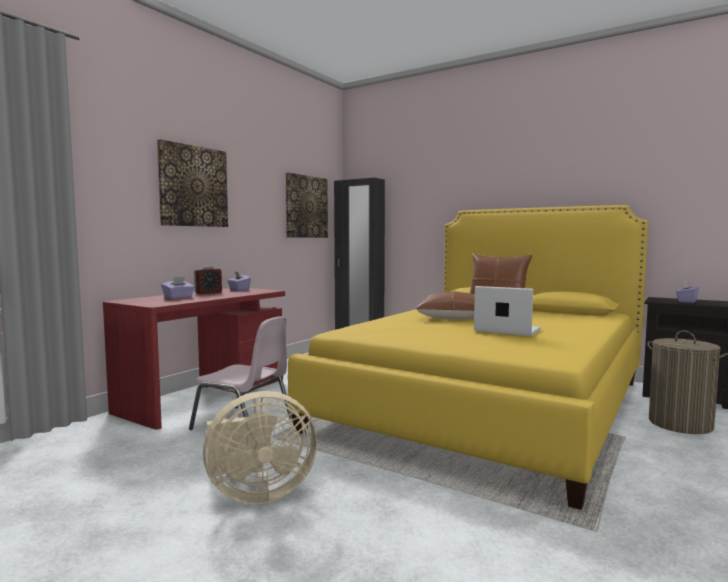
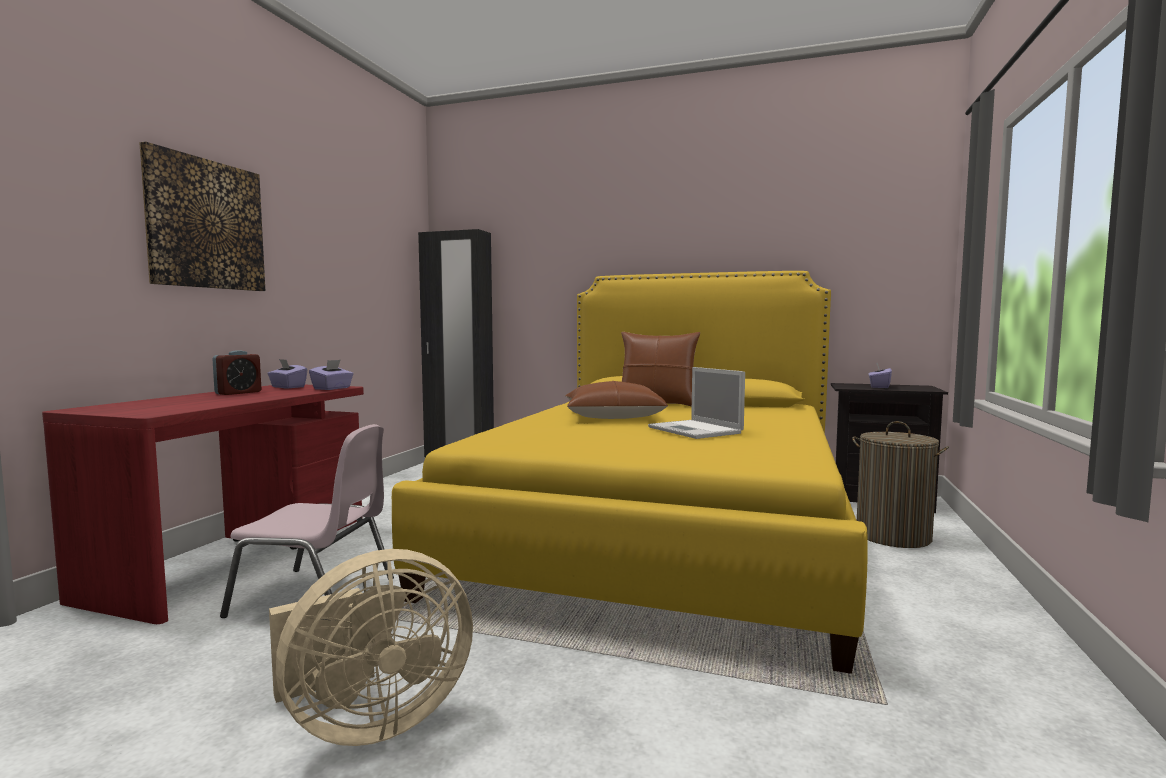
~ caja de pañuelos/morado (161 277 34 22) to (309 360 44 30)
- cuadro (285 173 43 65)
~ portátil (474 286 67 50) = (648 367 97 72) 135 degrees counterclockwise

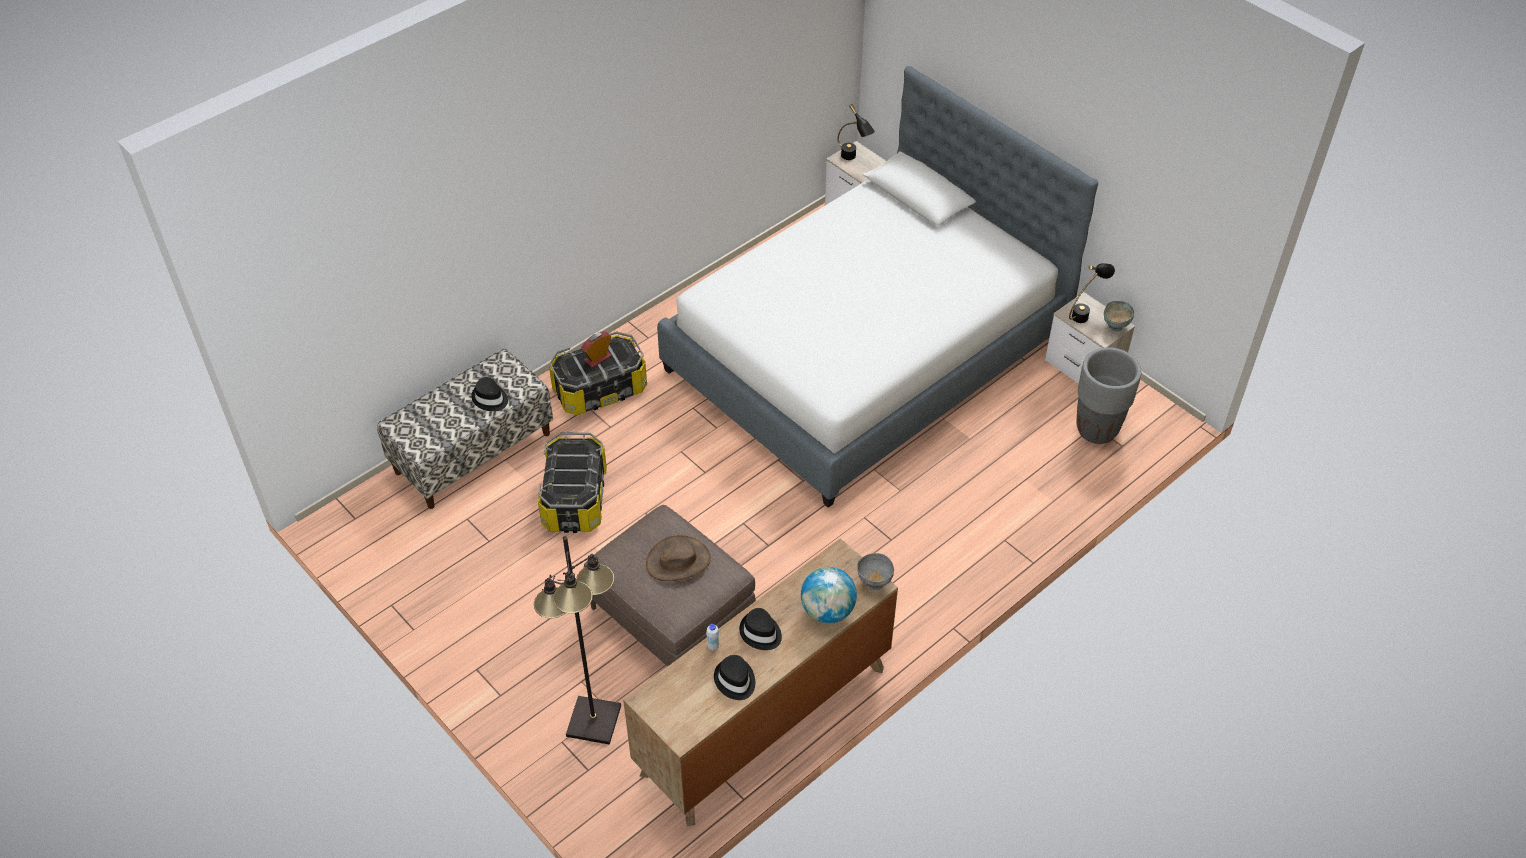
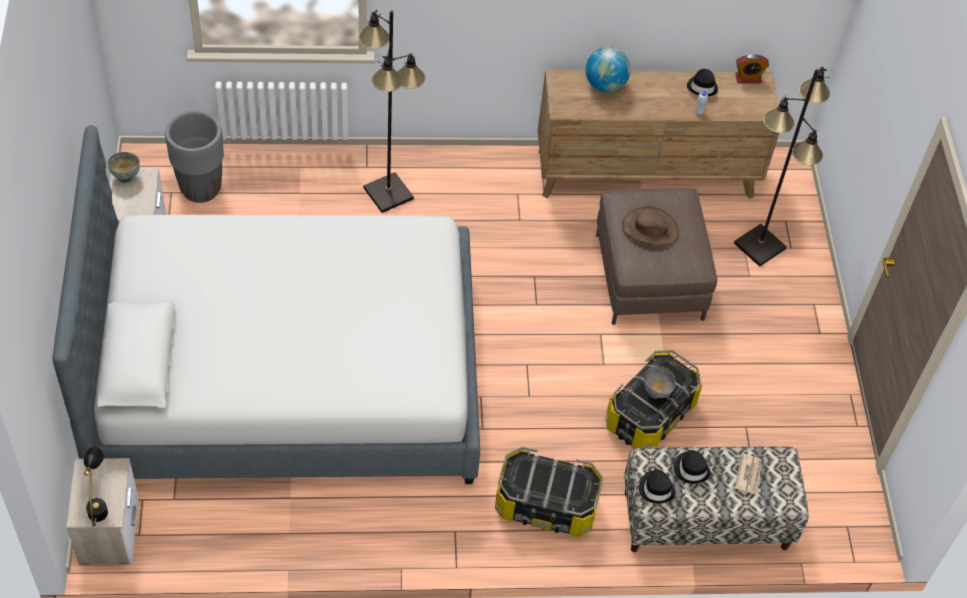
~ despertador (581 332 31 36) to (735 54 34 29)
~ sombrero/negro (739 608 43 42) to (639 469 36 35)
~ cuenco/gris (857 553 37 37) to (644 366 32 33)
- lámpara de mesa/negro (1069 263 46 60)
+ lámpara de pie/negro (358 10 67 203)
+ periódico (734 454 28 40)

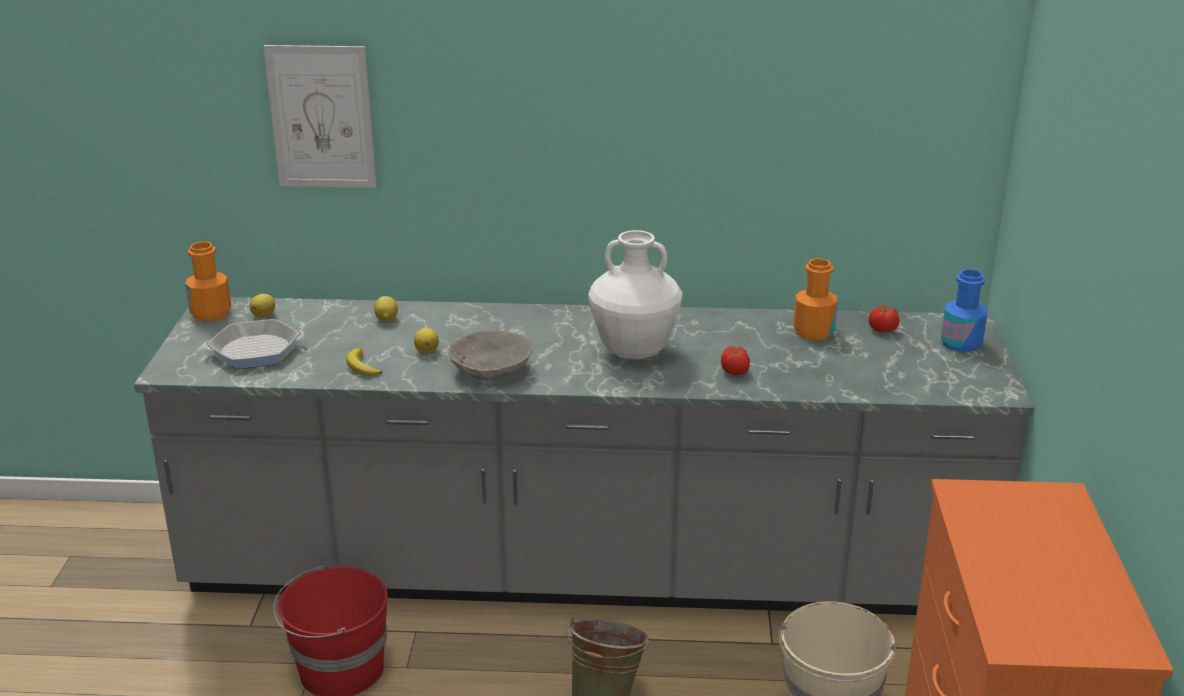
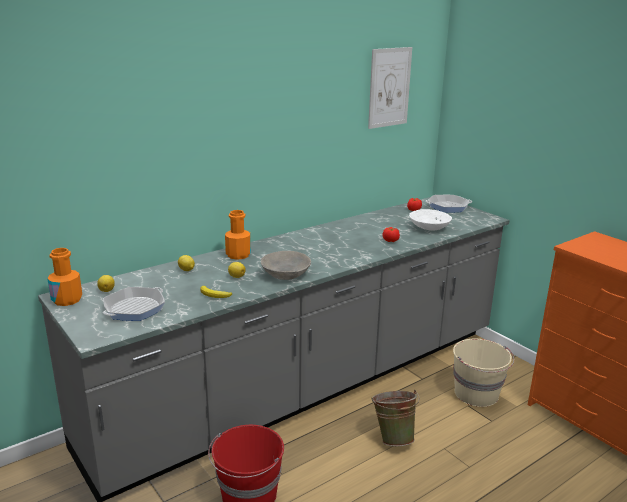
~ cuadro (263 45 114 143) to (368 47 44 82)
- florero/blanco (588 230 95 130)
~ botella/naranja (793 258 45 82) to (225 210 26 50)
~ botella/azul (941 269 47 83) to sartén (426 195 46 17)
+ cuenco/blanco (409 209 43 22)

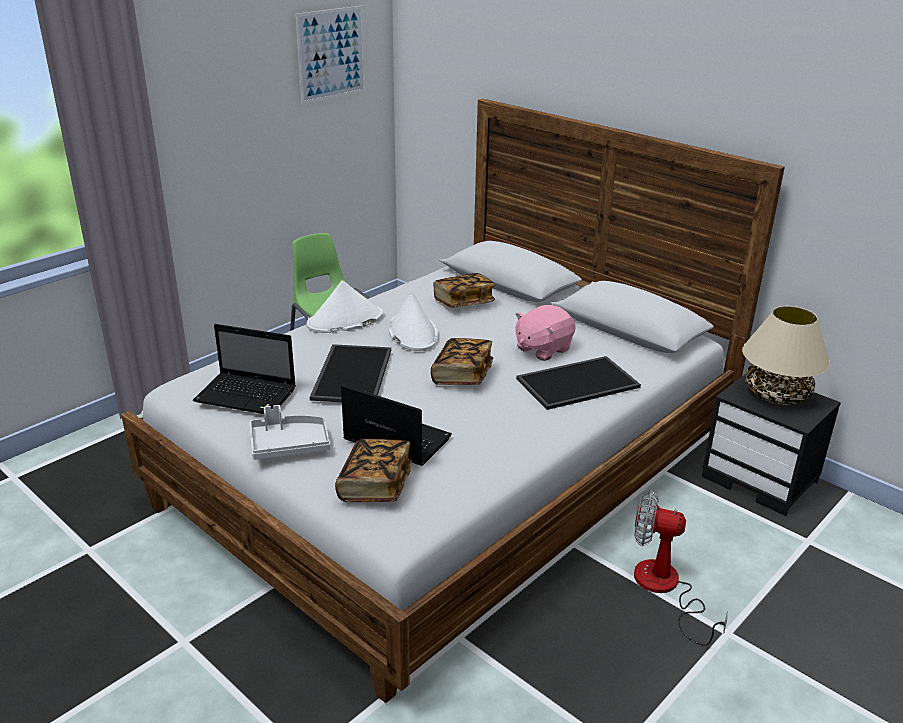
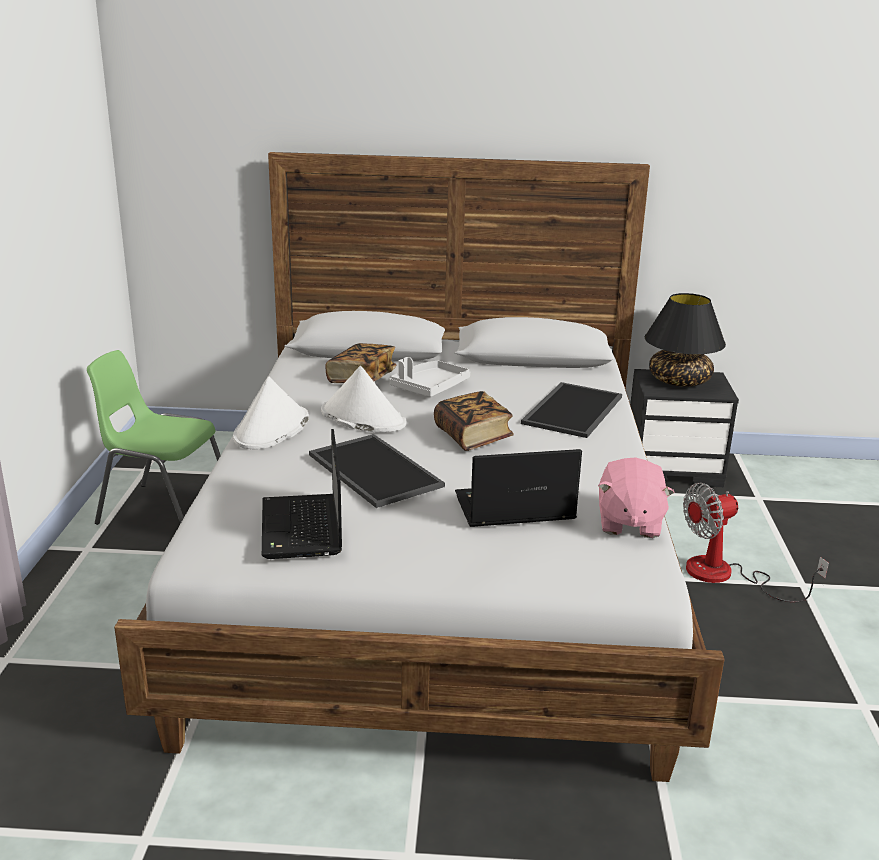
~ portátil (193 324 103 90) = (262 429 80 130) 105 degrees clockwise
~ bandeja/gris (249 405 81 55) to (390 357 80 40)
- cuadro (296 6 70 98)
- libro (335 439 77 63)
~ peluche/rosa (515 305 61 56) to (598 457 77 81)
~ lámpara de mesa/beis (742 306 88 99) to lámpara de mesa/negro (645 293 81 94)

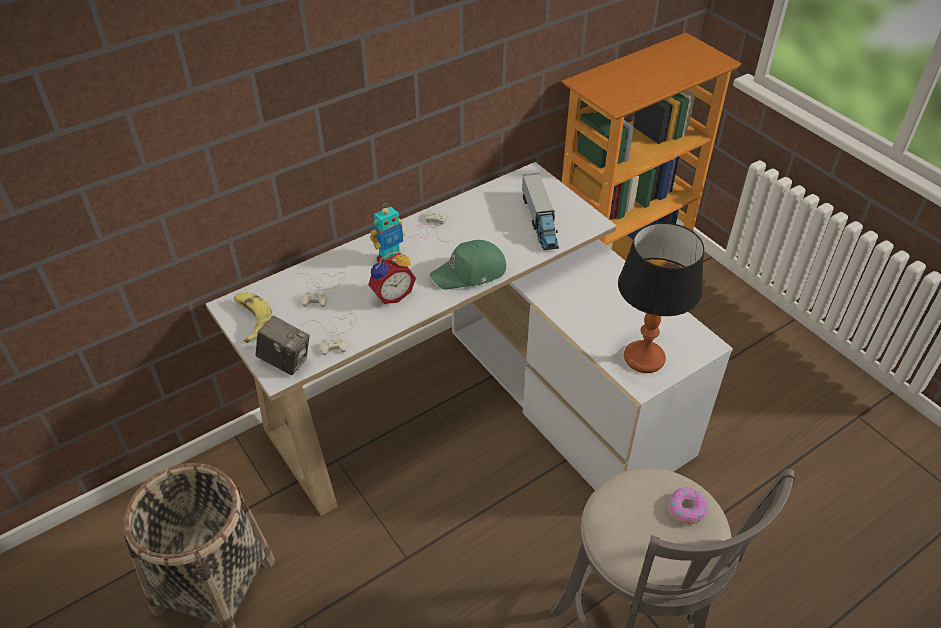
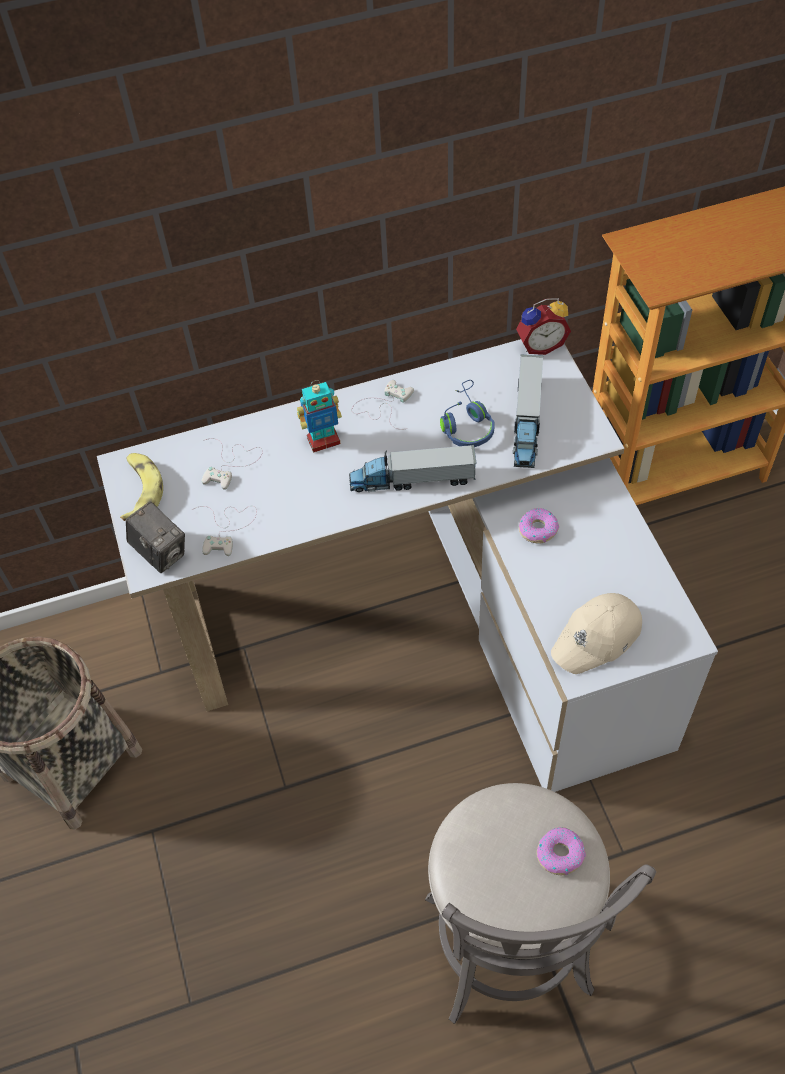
~ despertador (368 251 48 53) to (516 298 55 57)
~ gorra/verde (430 240 76 50) to camión de juguete (349 445 128 47)
~ lámpara de mesa (618 223 86 150) to gorra/beis (551 593 91 81)
+ auriculares/azul (440 380 54 67)
+ rosquilla (519 508 40 36)

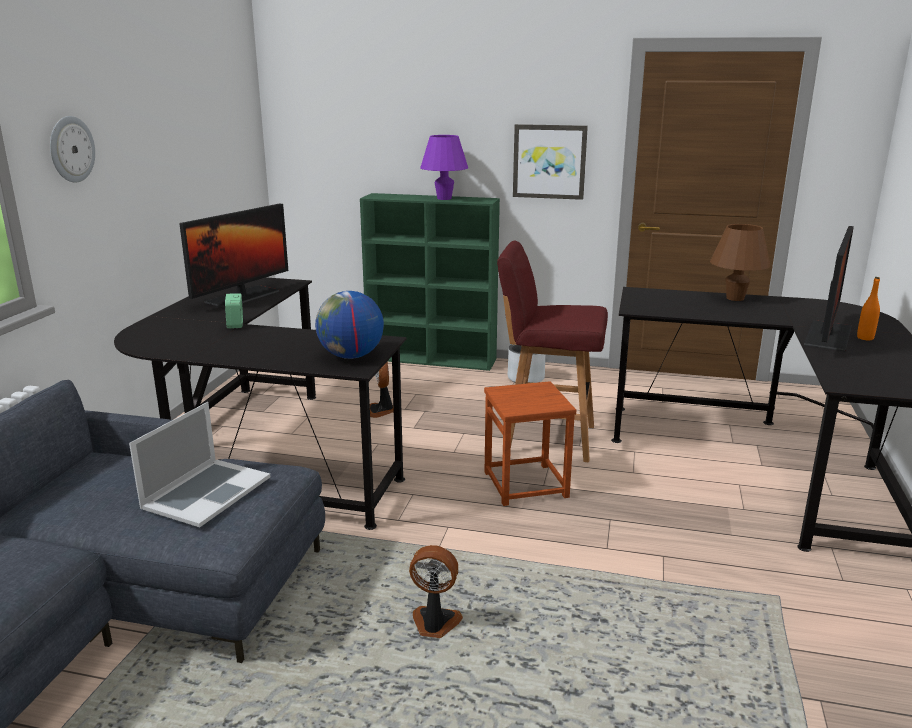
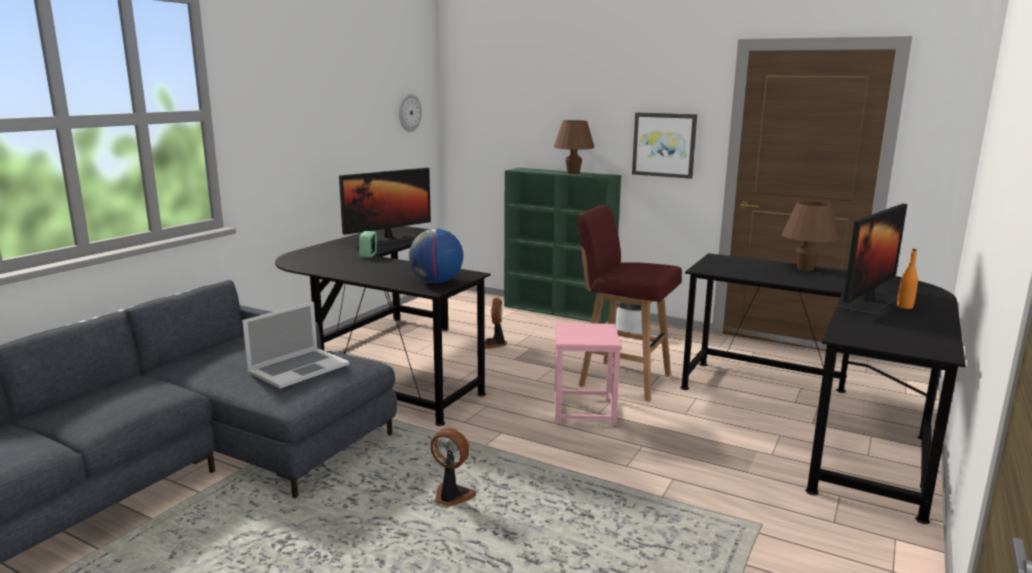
~ reloj de pared (50 116 45 67) to (399 94 23 38)
~ lámpara de mesa/morado (420 135 48 65) to lámpara de mesa/marrón (554 120 41 54)
~ taburete/marrón (484 381 92 125) to taburete/rosa (554 323 68 102)

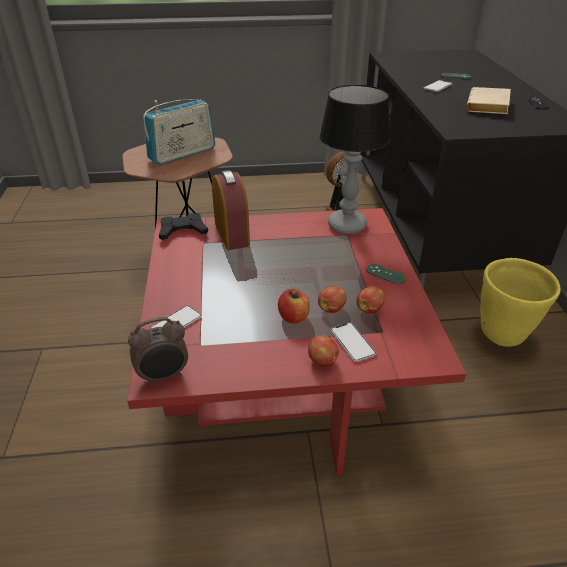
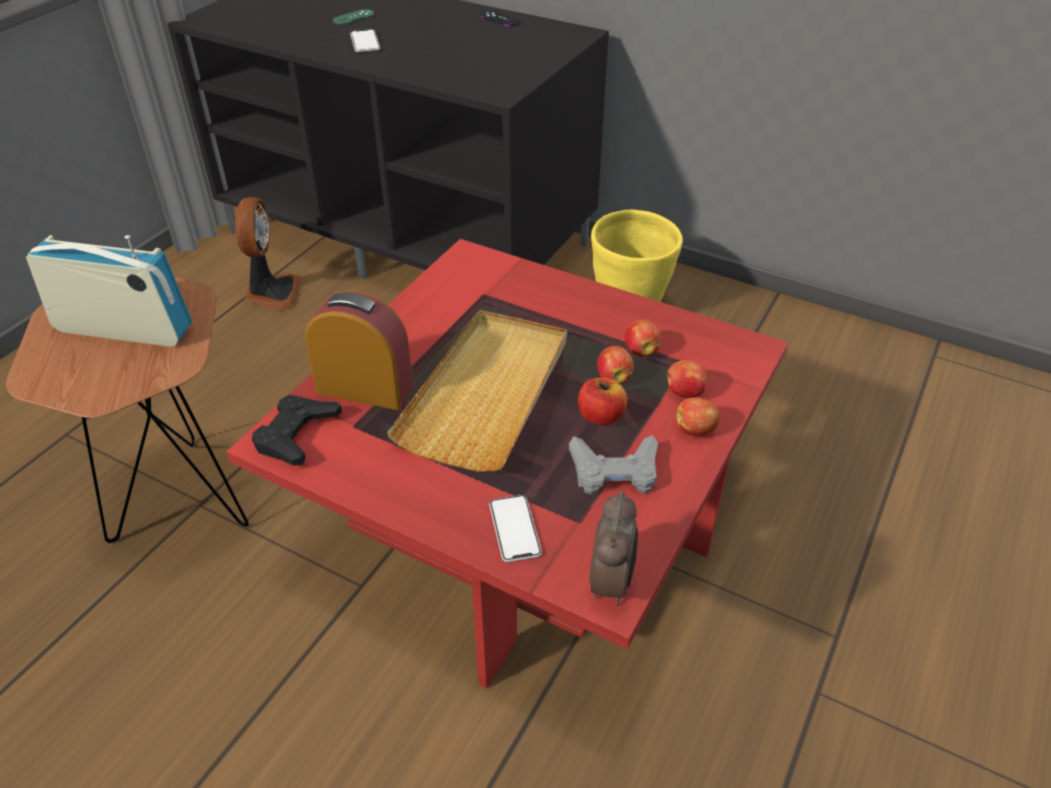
~ radio (144 99 71 66) = (26 235 166 112) 75 degrees counterclockwise
- lámpara de mesa (319 85 72 149)
~ móvil (331 322 45 40) to manzana (667 360 39 38)
- mando de consola/verde (366 264 40 20)
- libro/beis (466 87 45 27)
+ bandeja/beis (387 310 180 162)
+ mando de consola/gris (569 435 89 59)

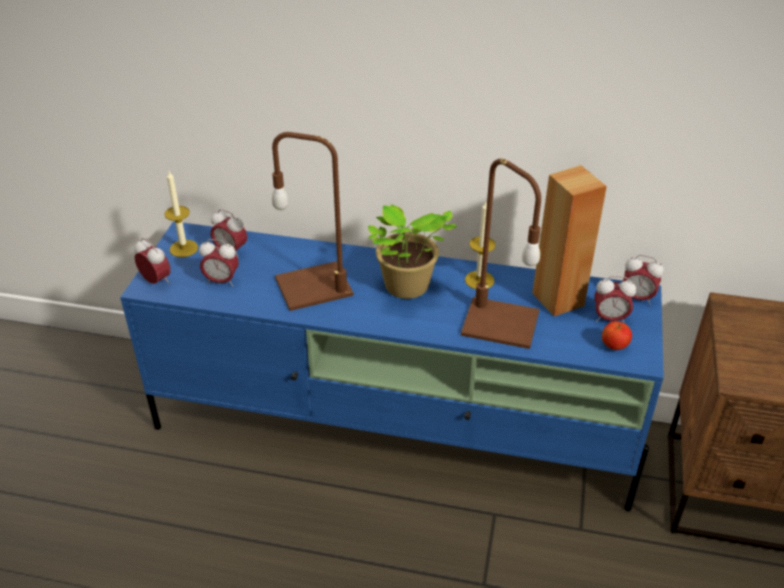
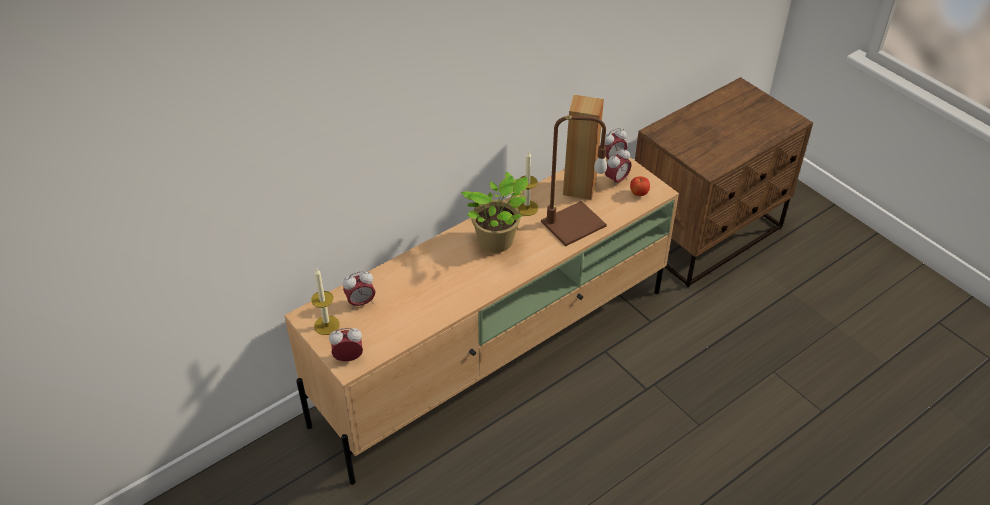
~ mueble de televisión/azul (120 221 544 290) to mueble de televisión/beis (284 156 395 329)
- despertador (199 239 40 47)
- lámpara de mesa/marrón (272 132 82 179)

